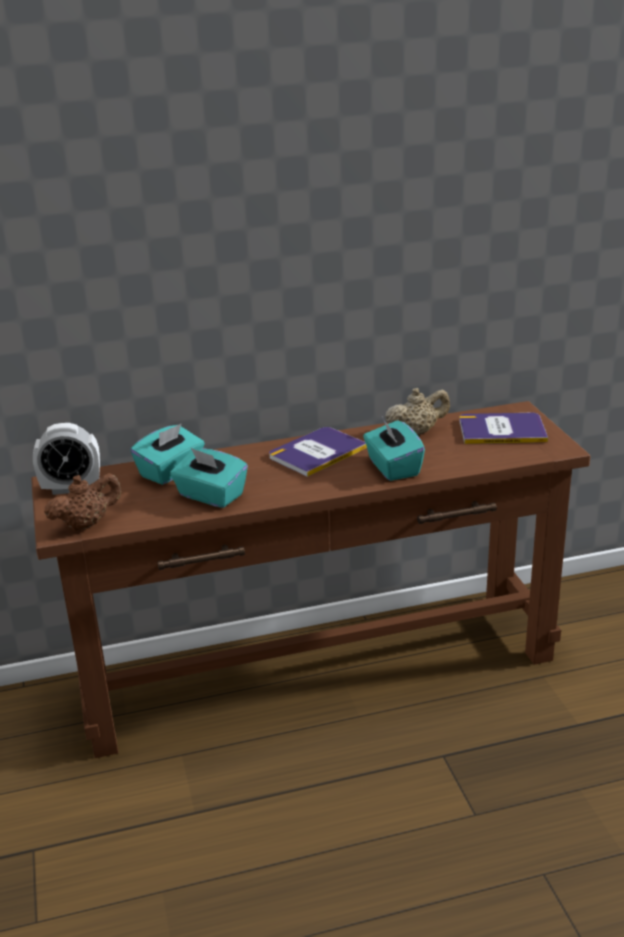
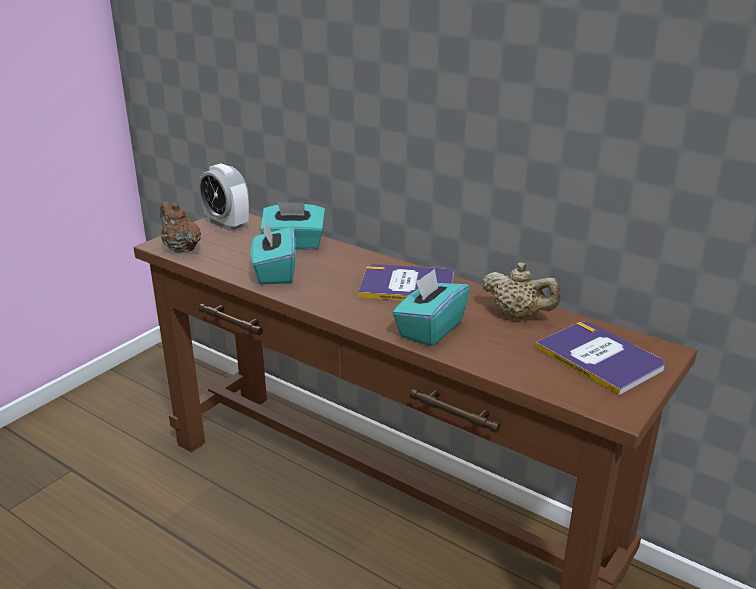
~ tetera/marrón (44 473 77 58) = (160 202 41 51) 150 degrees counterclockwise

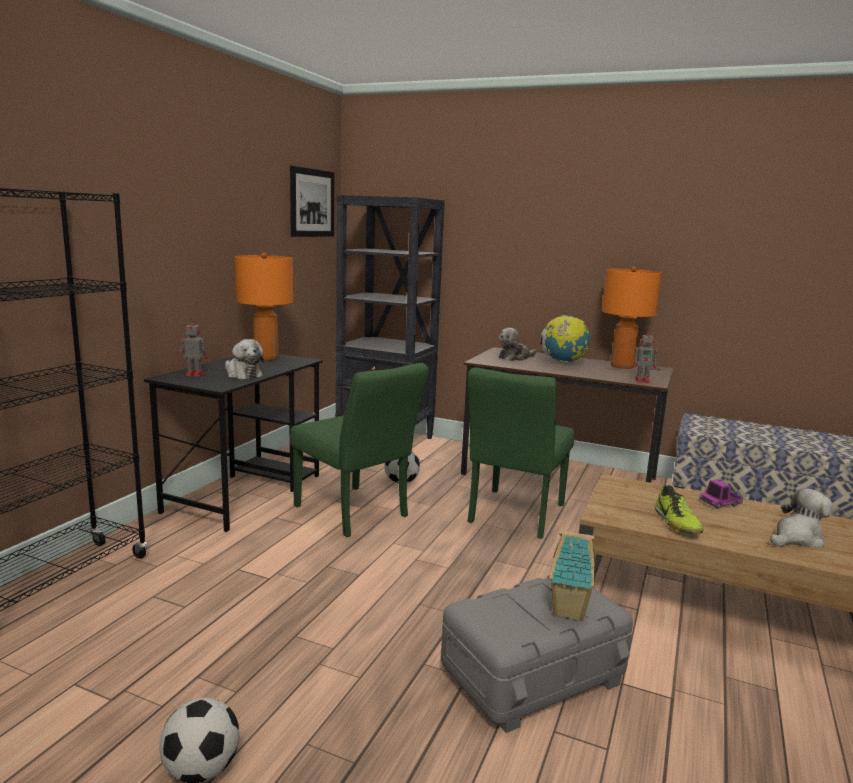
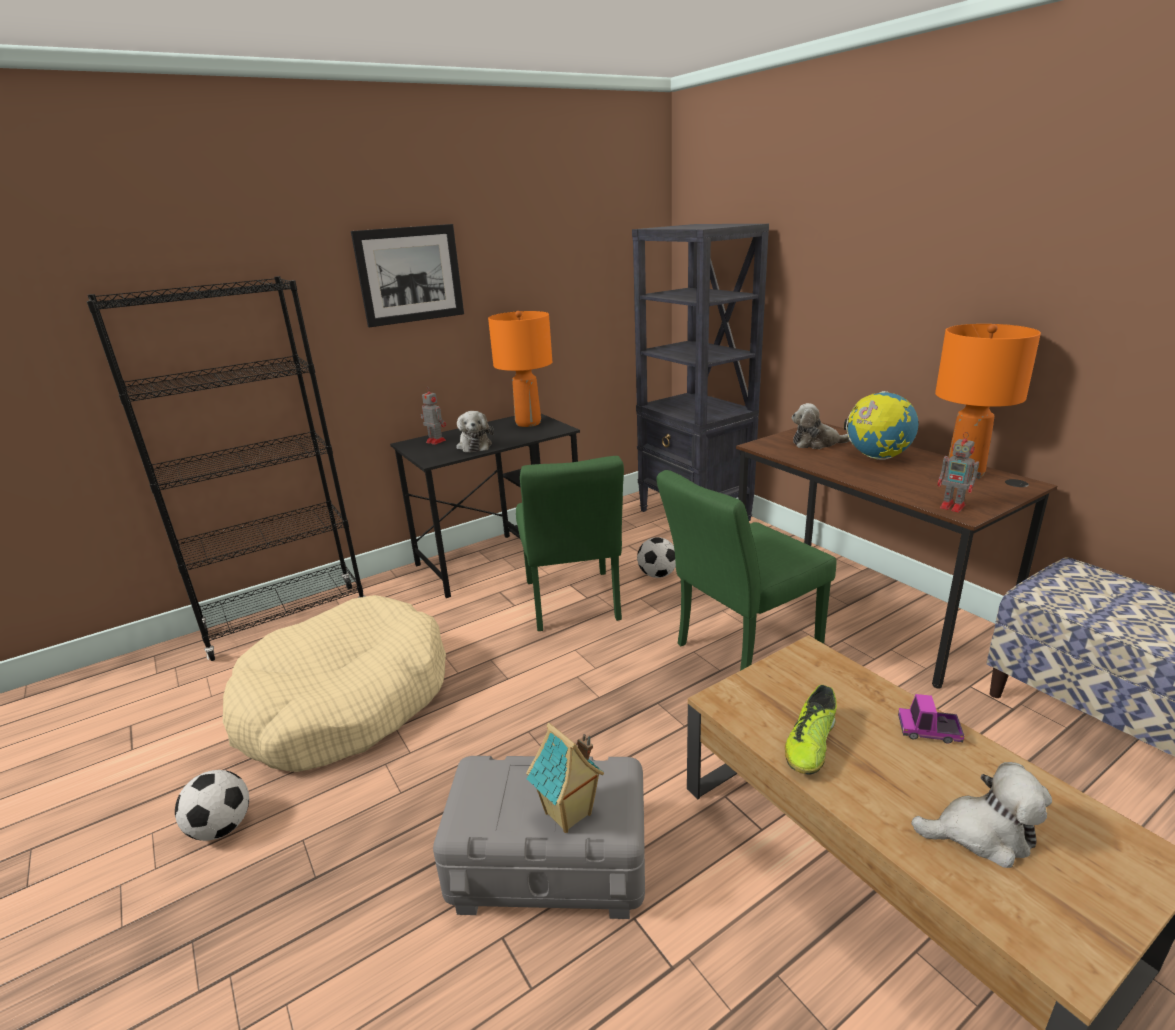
~ cuadro (290 166 44 71) to (351 224 113 103)
+ cama para perro/beis (223 595 223 177)

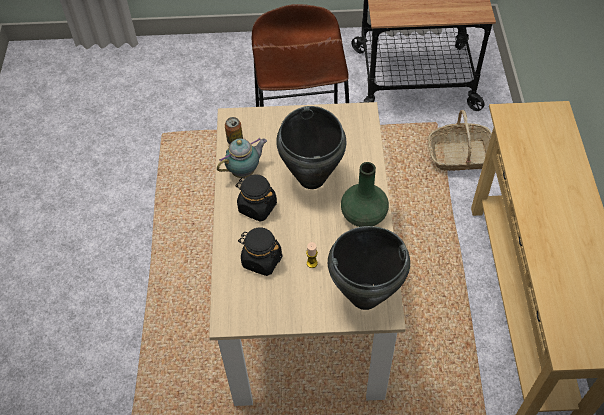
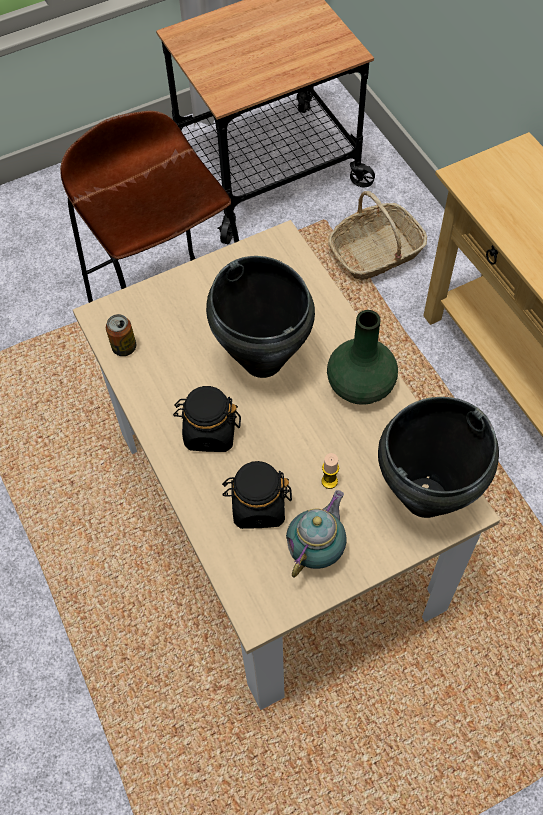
~ tetera (217 138 50 40) to (286 490 60 88)

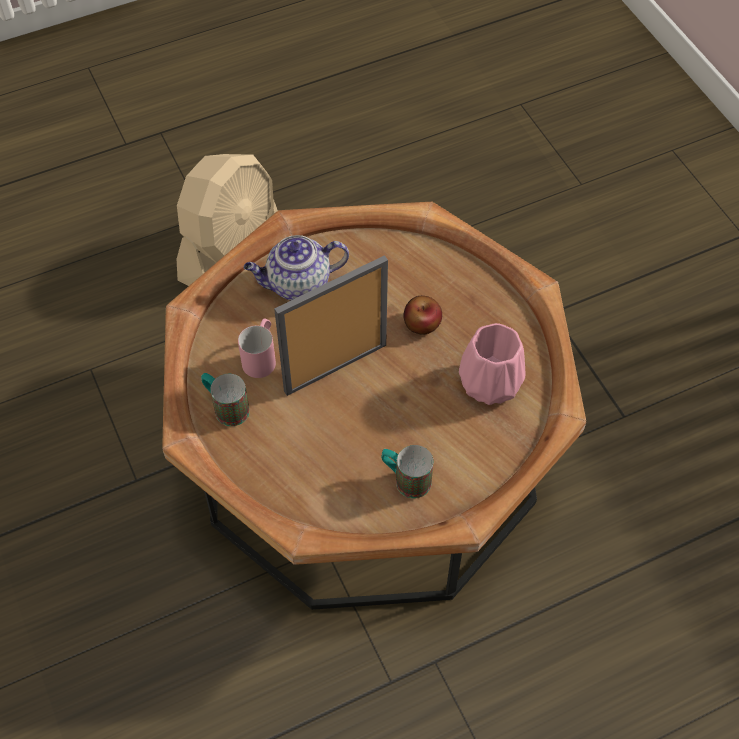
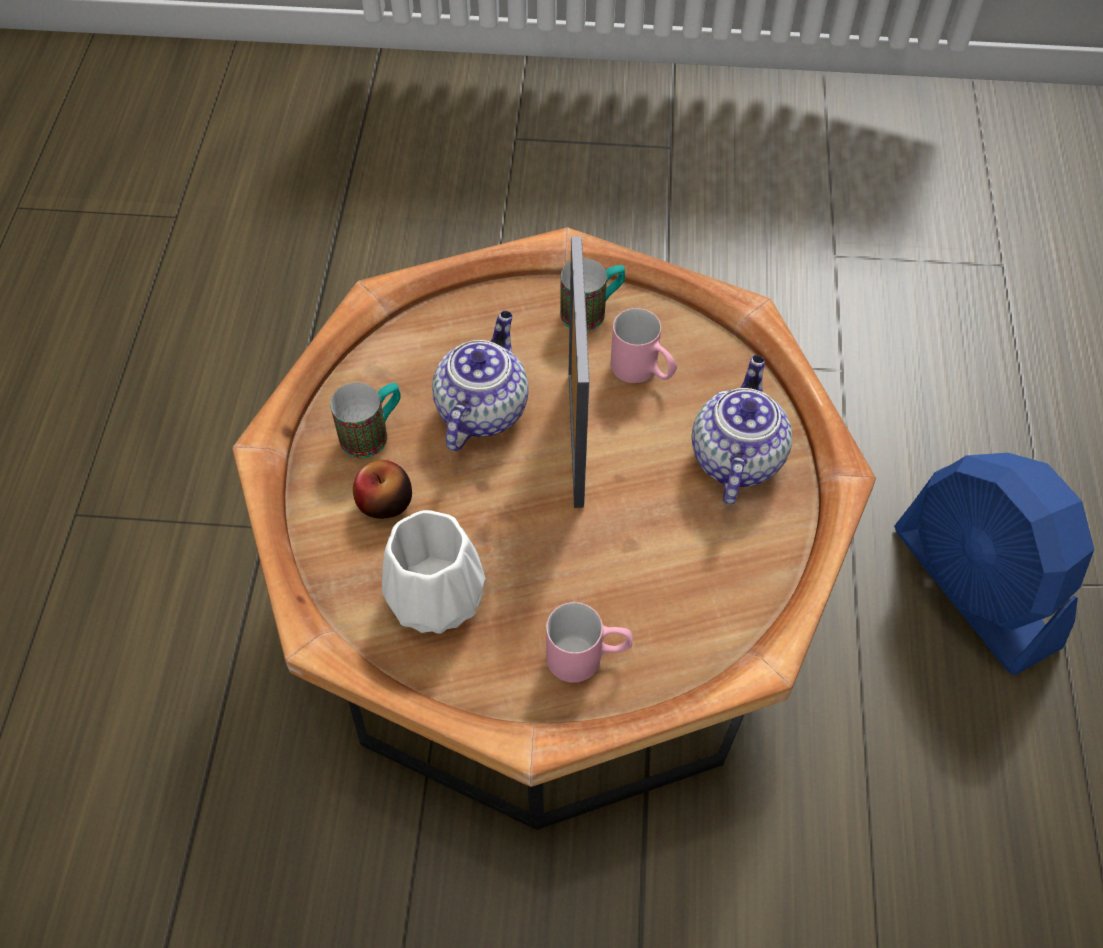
~ ventilador/beis (177 154 101 132) to ventilador/azul (894 453 201 223)
~ manzana (403 296 39 39) to (353 460 59 59)
~ florero/rosa (459 323 66 82) to florero/blanco (382 510 104 124)
+ tetera (432 311 97 140)
+ taza grande/rosa (546 602 87 81)

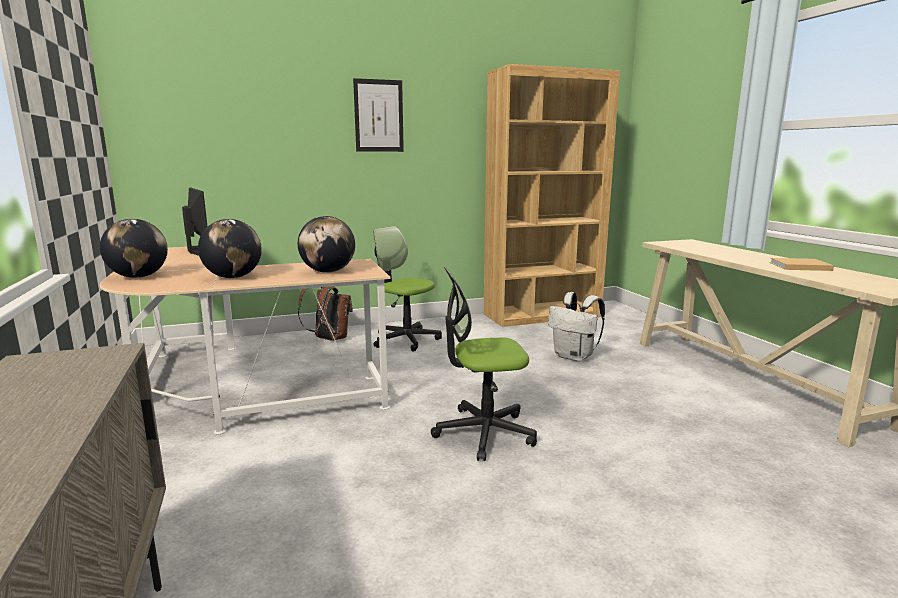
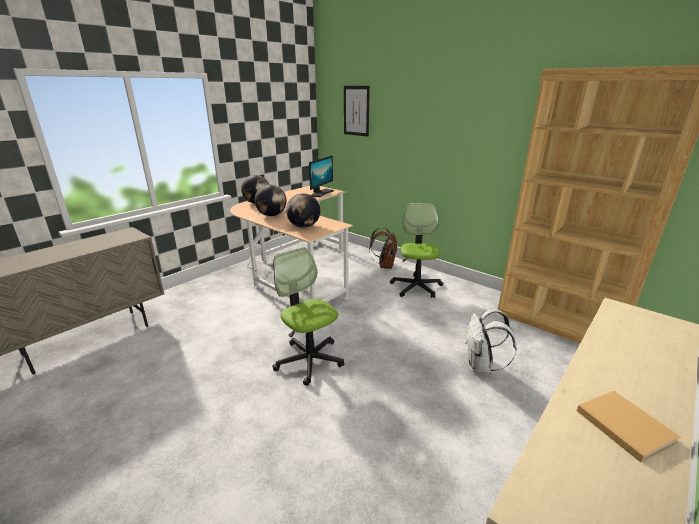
~ cuadro (353 78 51 74) to (344 86 26 50)

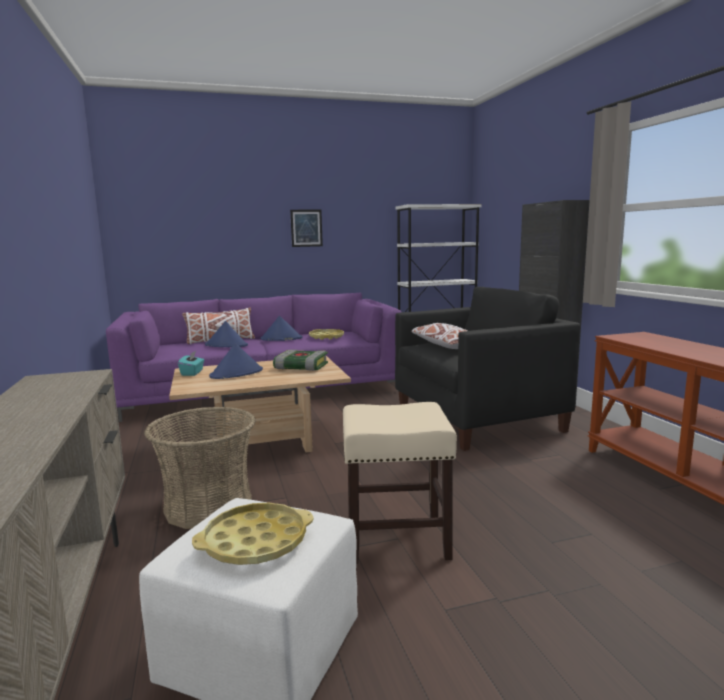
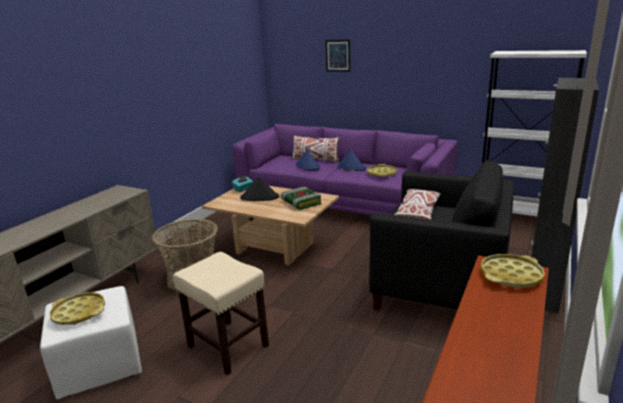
~ sombrero/azul (209 343 54 36) to sombrero/negro (240 177 39 24)
~ cuadro (290 210 33 37) to (325 40 25 32)
+ bandeja/amarillo (481 254 64 35)

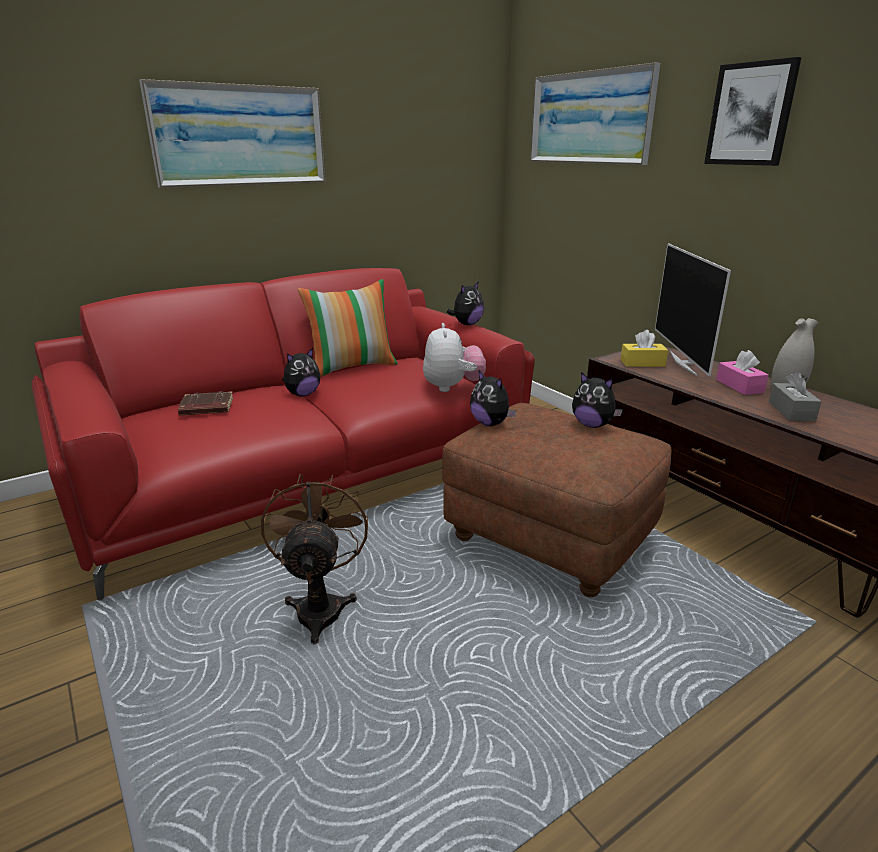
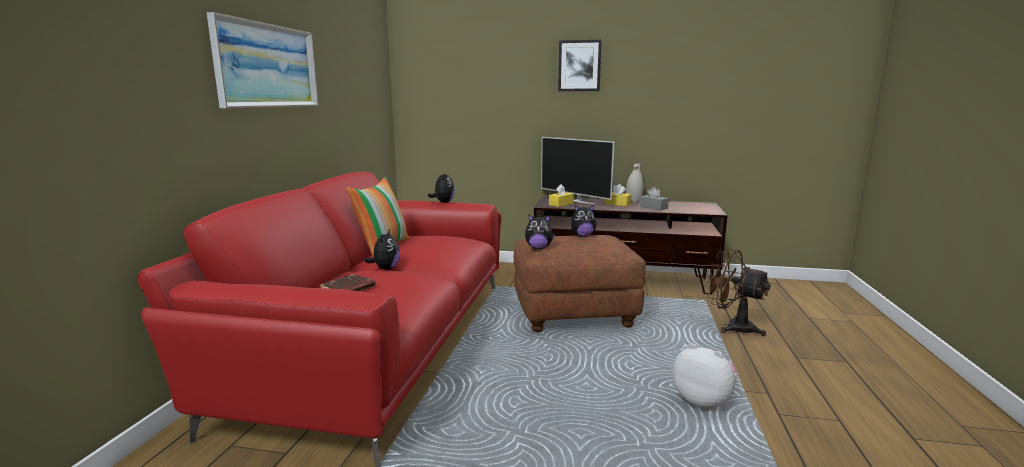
~ ventilador/marrón (261 474 107 171) to (707 248 64 88)
~ peluche (423 323 63 69) to (673 343 65 67)
- cuadro (530 63 130 102)
~ caja de pañuelos/rosa (716 350 53 45) to caja de pañuelos/amarillo (604 184 28 22)

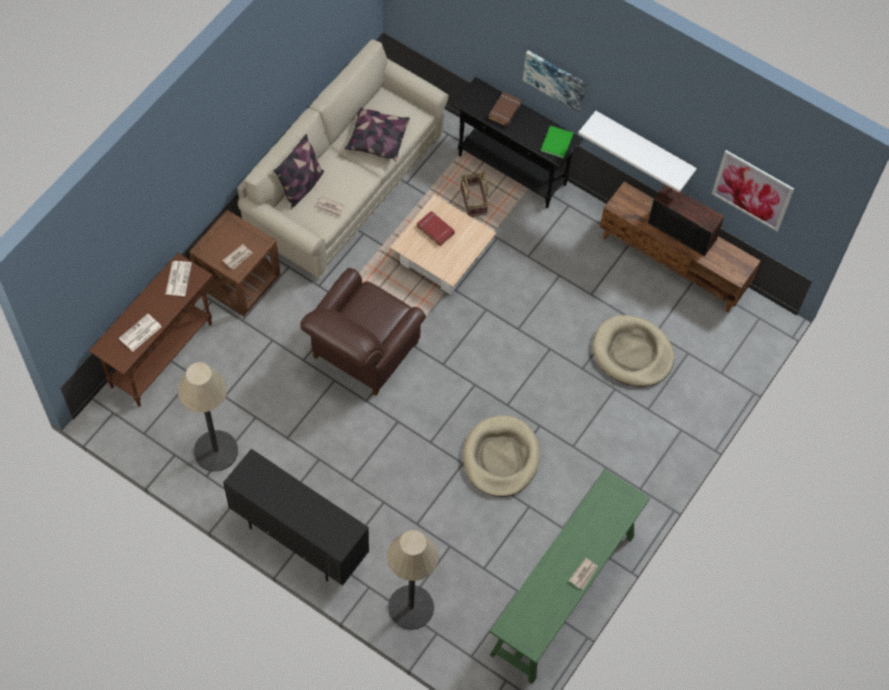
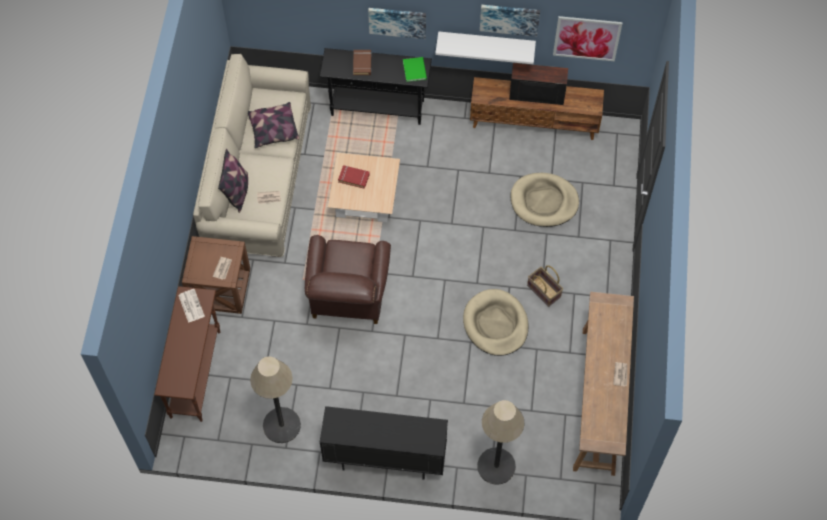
- periódico (119 314 43 37)
~ cesta (460 172 29 45) to (527 265 36 42)
~ mesa consola/verde (490 469 160 215) to mesa consola/marrón (573 292 61 184)
+ cuadro (480 5 60 32)

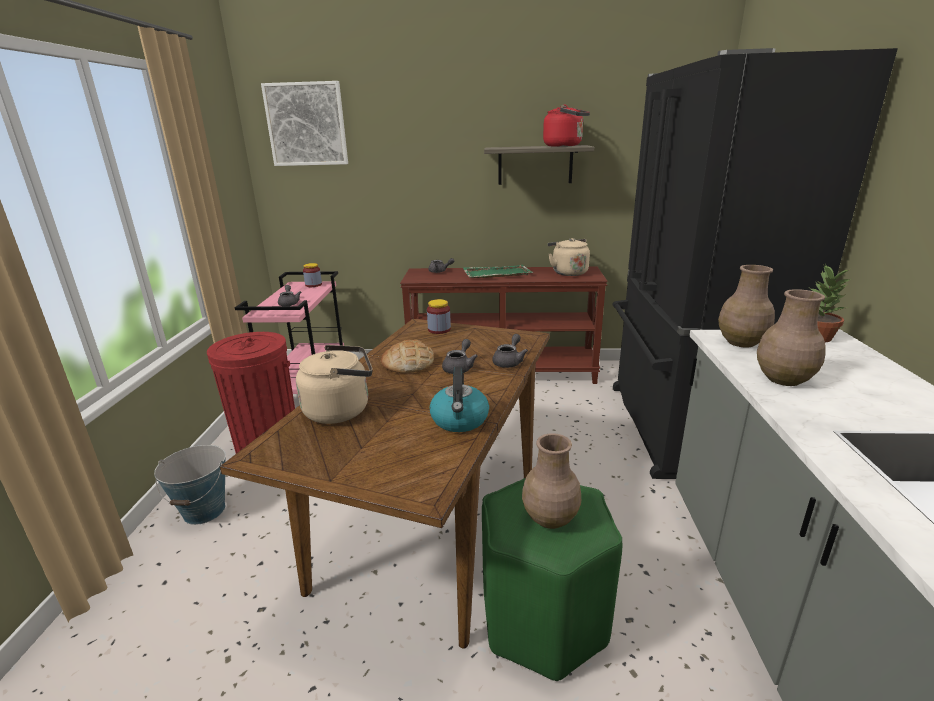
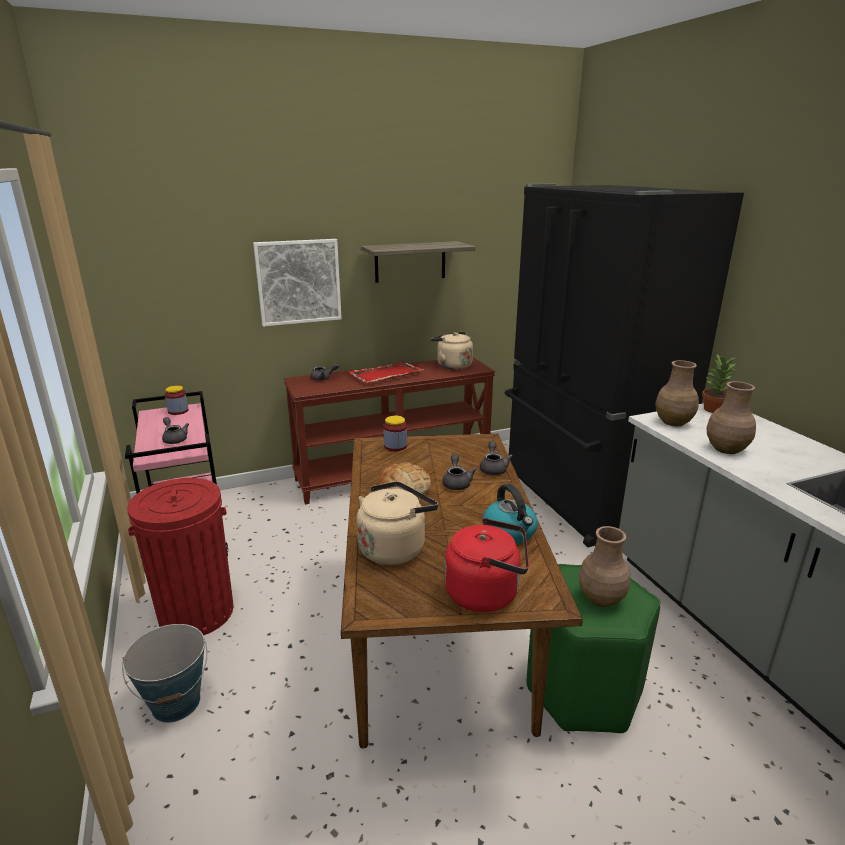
~ cuadro (261 81 87 85) to (253 239 89 87)
~ bandeja/verde (463 265 70 13) to bandeja/rojo (348 362 75 21)
~ hervidor/rojo (543 105 47 42) to (444 518 85 94)

